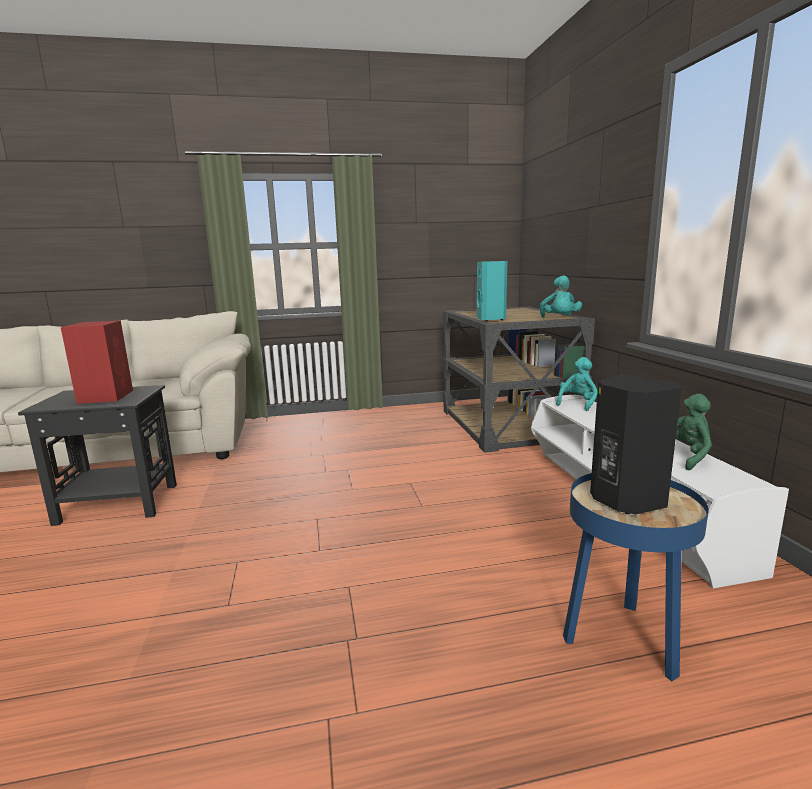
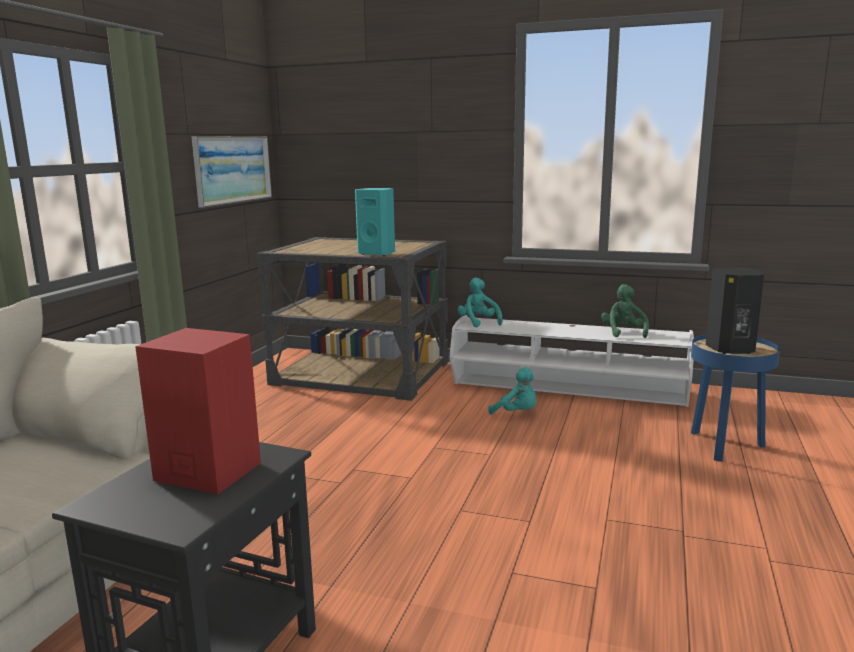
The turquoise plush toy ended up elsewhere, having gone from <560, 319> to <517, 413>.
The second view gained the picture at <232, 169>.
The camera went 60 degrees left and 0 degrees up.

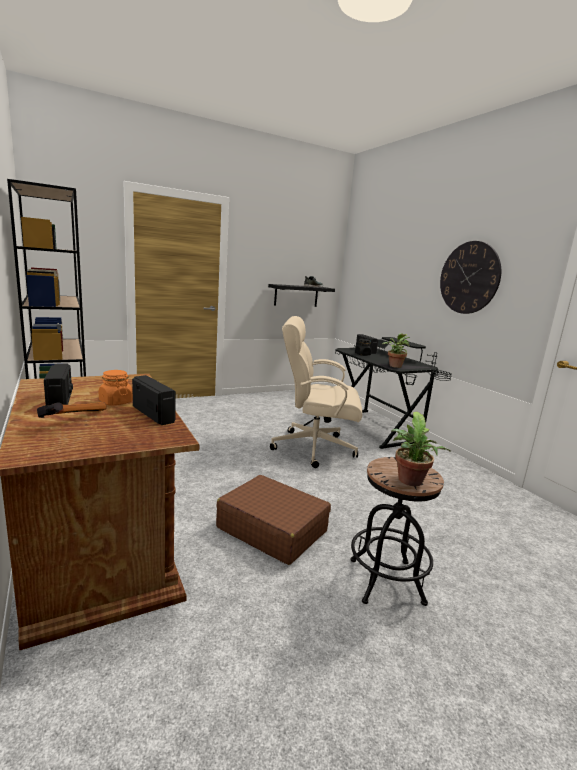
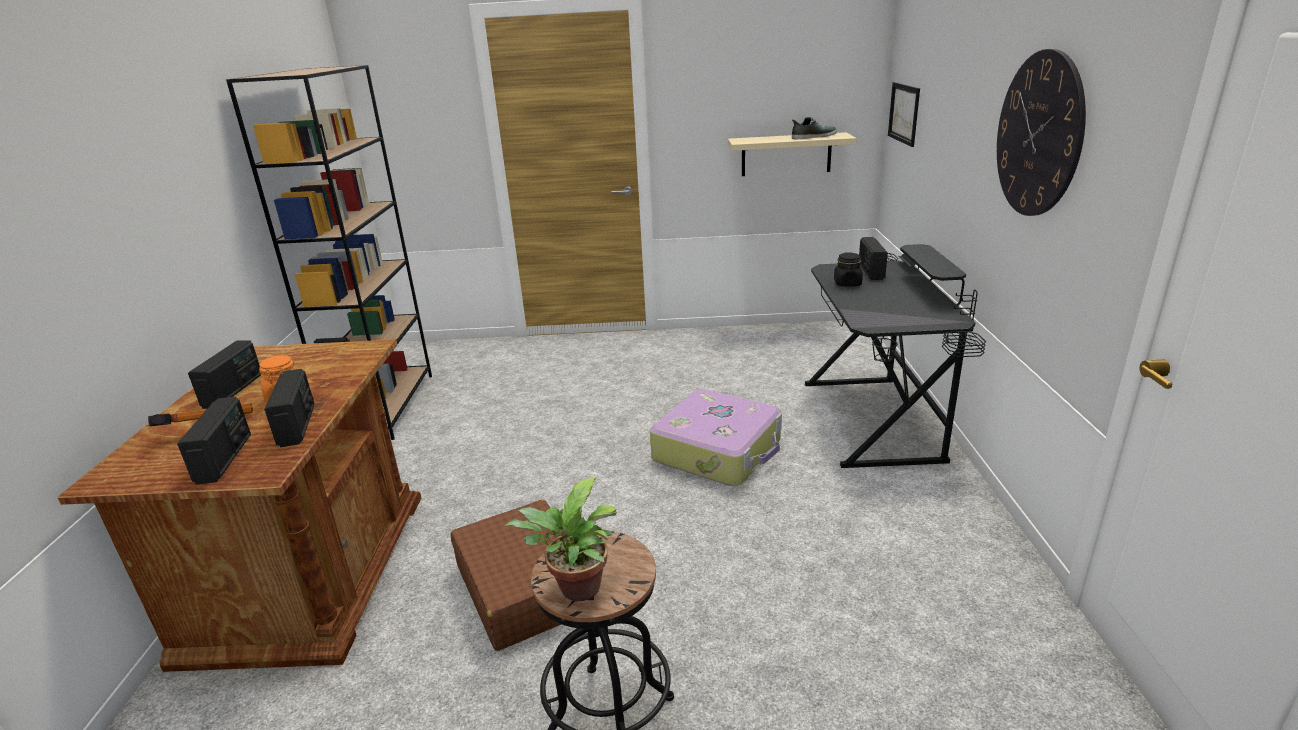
What was the black shelf at <296, 295> turned into the beige shelf at <786, 154>.
Where the beige office chair stood at <314, 448>, the suitcase came to stand at <718, 451>.
The second view lost the potted plant at <394, 365>.
The second view gained the picture at <904, 113>.
The second view gained the radio at <225, 458>.
The camera went 30 degrees right and 10 degrees up.

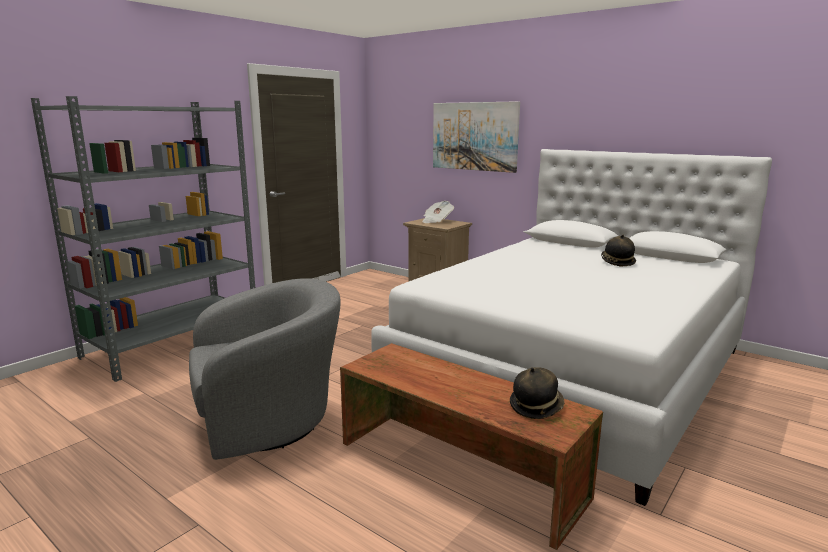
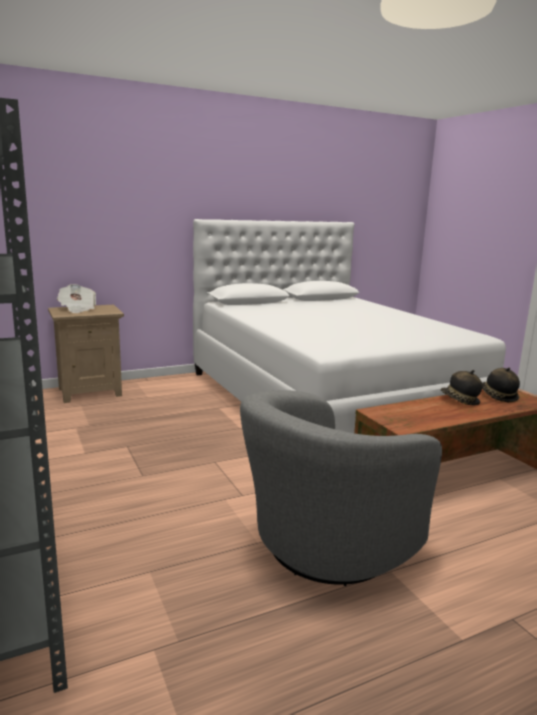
The second view lost the picture at <474, 136>.
The hat ended up elsewhere, having gone from <617, 262> to <459, 400>.
The grey armchair at <269, 422> ended up facing another way, 135 degrees counterclockwise from before.
The camera went 65 degrees left and 0 degrees up.

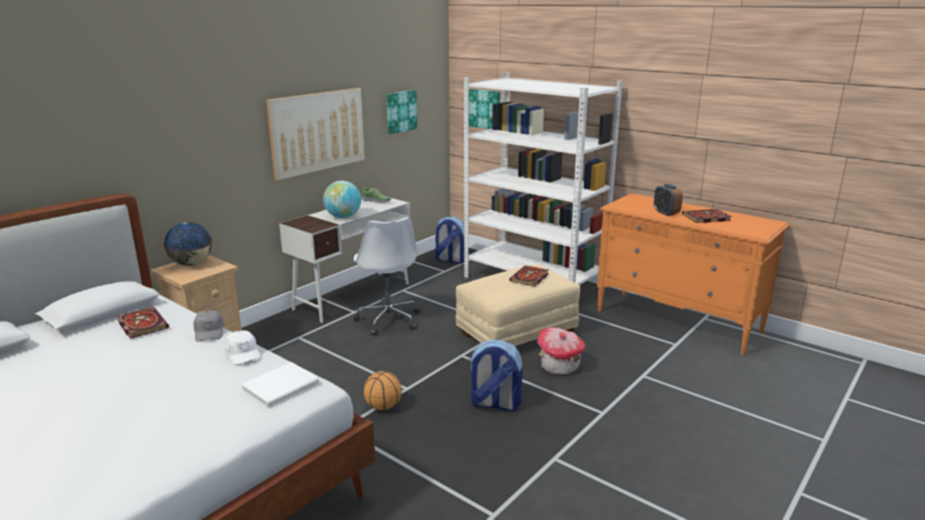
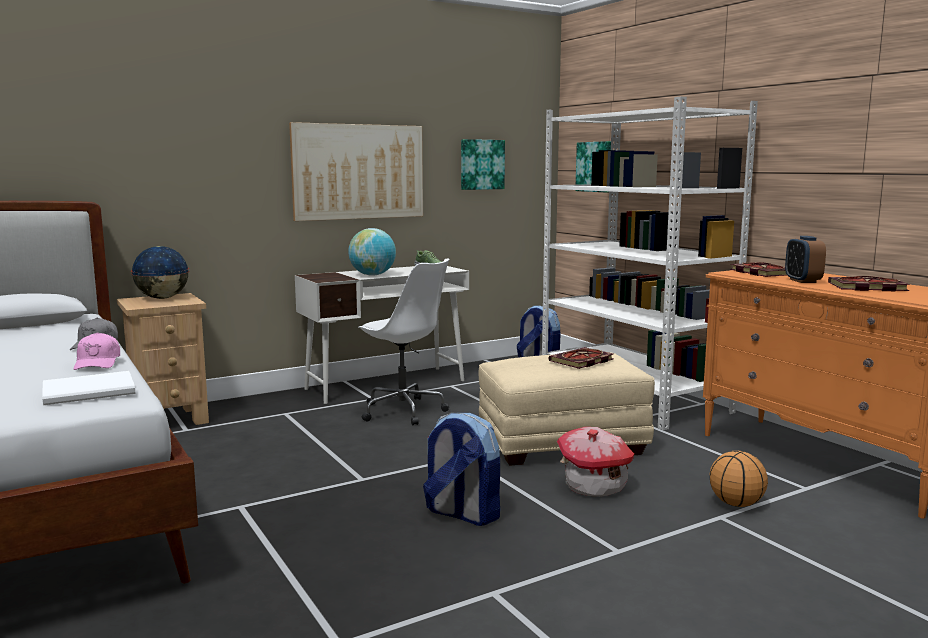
The white office chair at <389, 321> ended up facing another way, 60 degrees counterclockwise from before.
The book ended up elsewhere, having gone from <141, 324> to <761, 272>.
What was the white cap at <243, 353> turned into the pink cap at <98, 363>.
The basketball ended up elsewhere, having gone from <384, 406> to <737, 504>.
The camera went 20 degrees right and 10 degrees down.

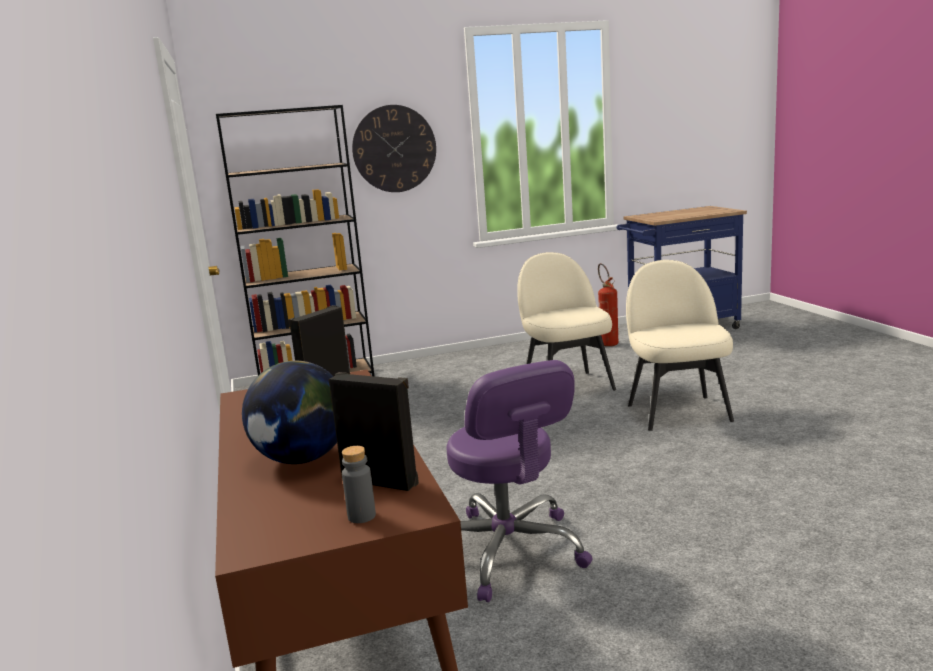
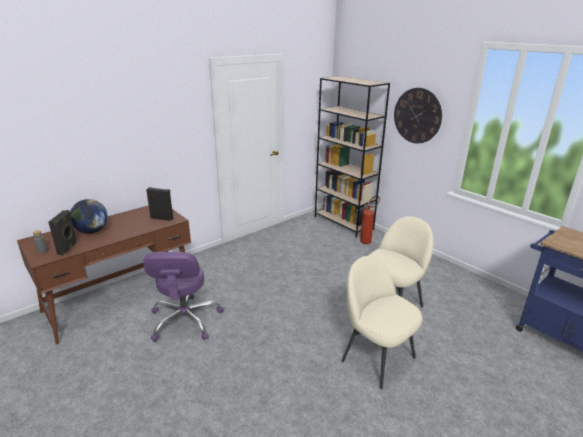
The beige chair at <678, 412> ended up facing another way, 105 degrees counterclockwise from before.
The fire extinguisher ended up elsewhere, having gone from <607, 342> to <367, 241>.
The purple office chair at <509, 555> ended up facing another way, 45 degrees counterclockwise from before.
The camera went 65 degrees right and 10 degrees up.

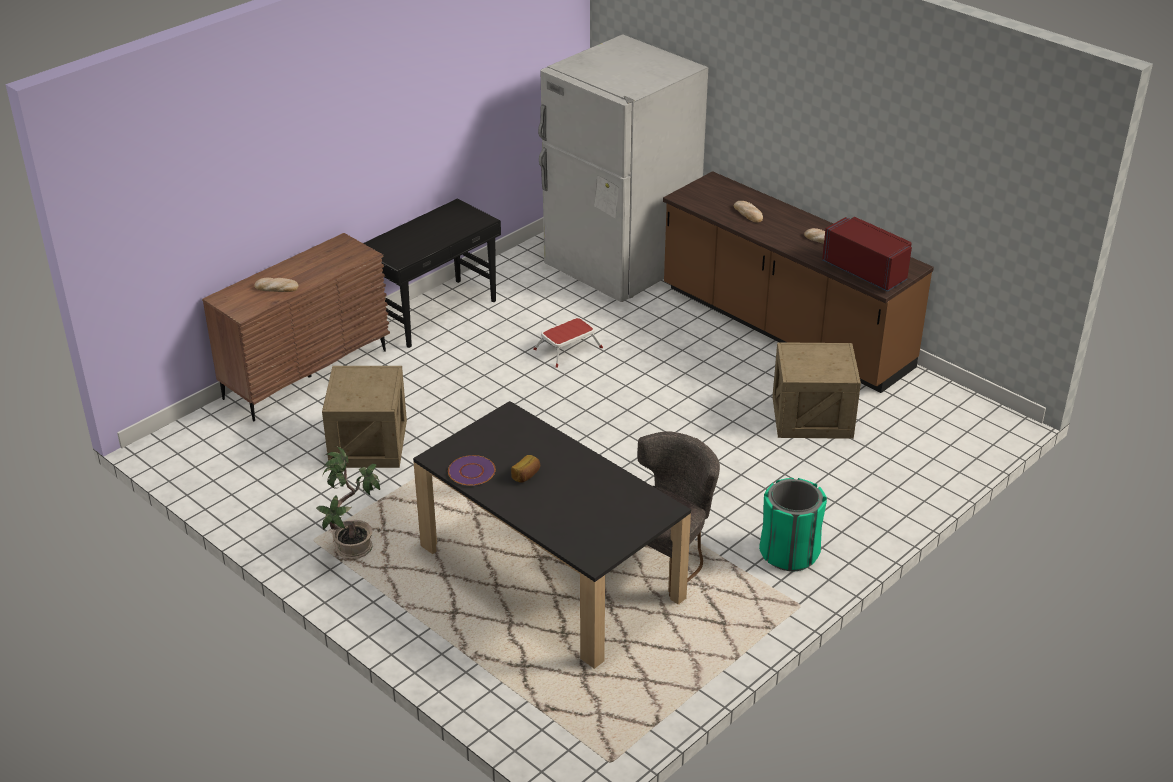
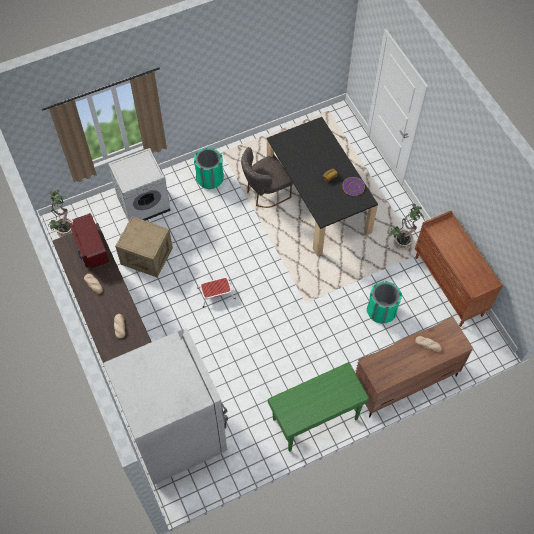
What was the black console table at <434, 313> turned into the green console table at <314, 420>.
The red step ladder ended up elsewhere, having gone from <567, 348> to <216, 293>.
Where the crate stood at <368, 444>, the green trash can came to stand at <381, 311>.
The second view gained the white washing machine at <144, 205>.
The second view gained the potted plant at <64, 229>.
The second view gained the brown cabinet at <448, 286>.
The camera went 160 degrees left and 25 degrees up.

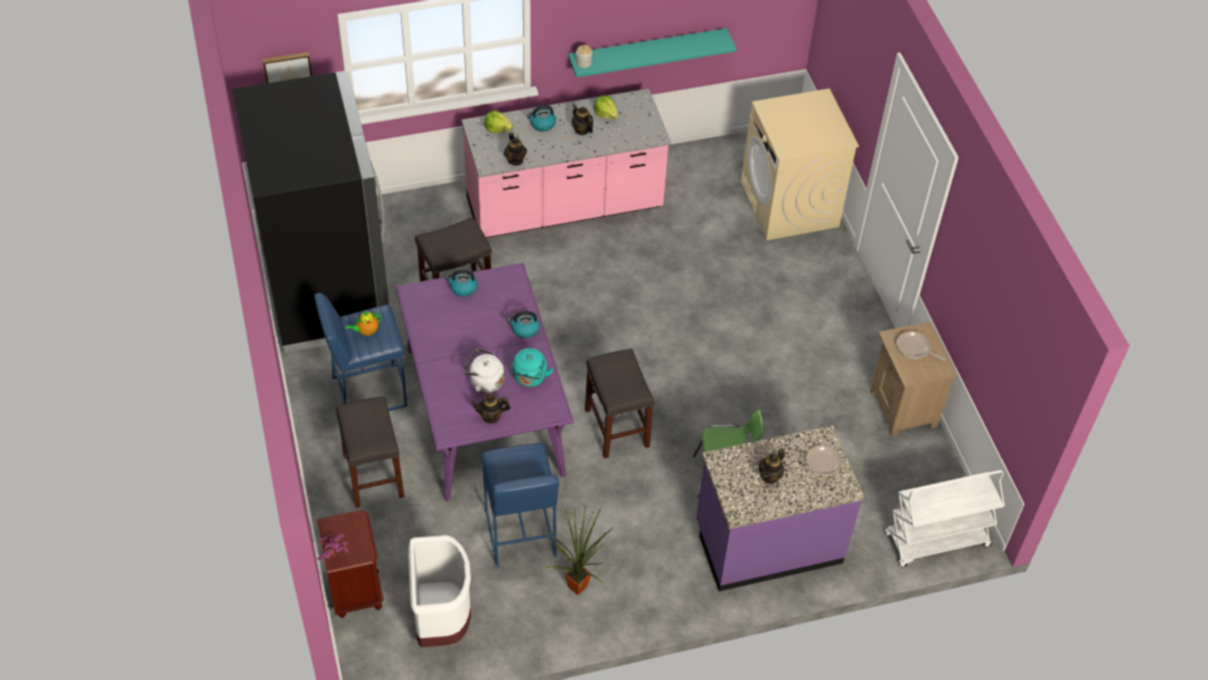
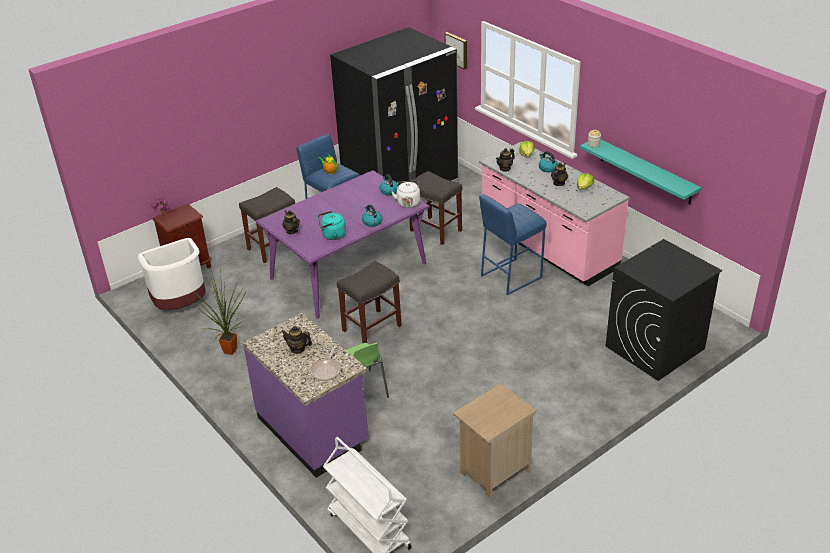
What was the beige washing machine at <790, 205> turned into the black washing machine at <654, 348>.
The second view lost the frying pan at <915, 348>.
The white kettle ended up elsewhere, having gone from <484, 382> to <408, 202>.
The blue stool ended up elsewhere, having gone from <520, 534> to <510, 277>.
The camera went 70 degrees right and 15 degrees down.

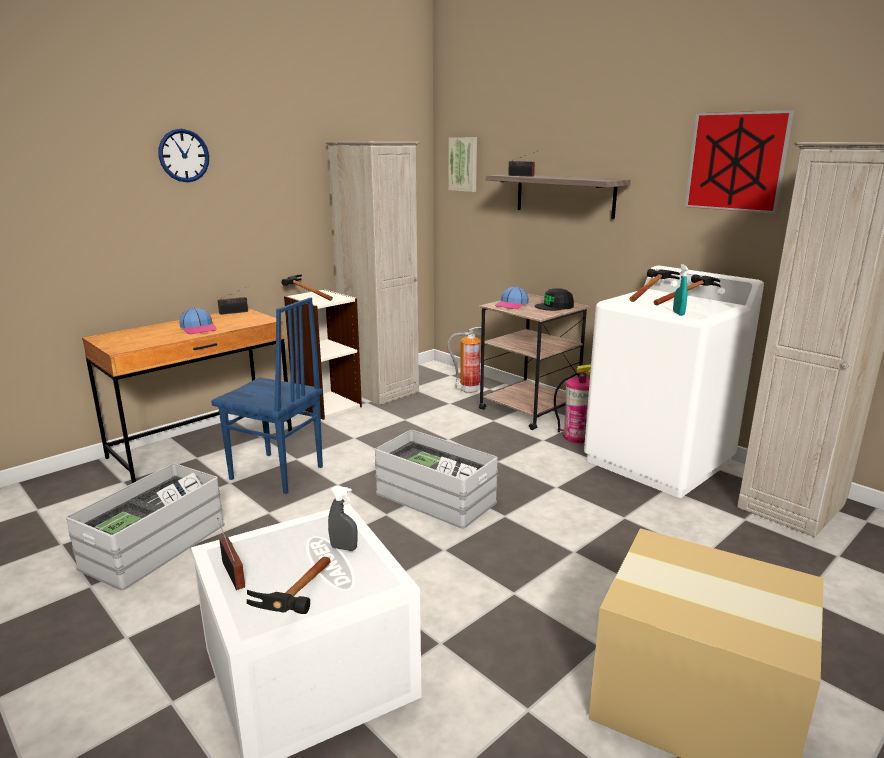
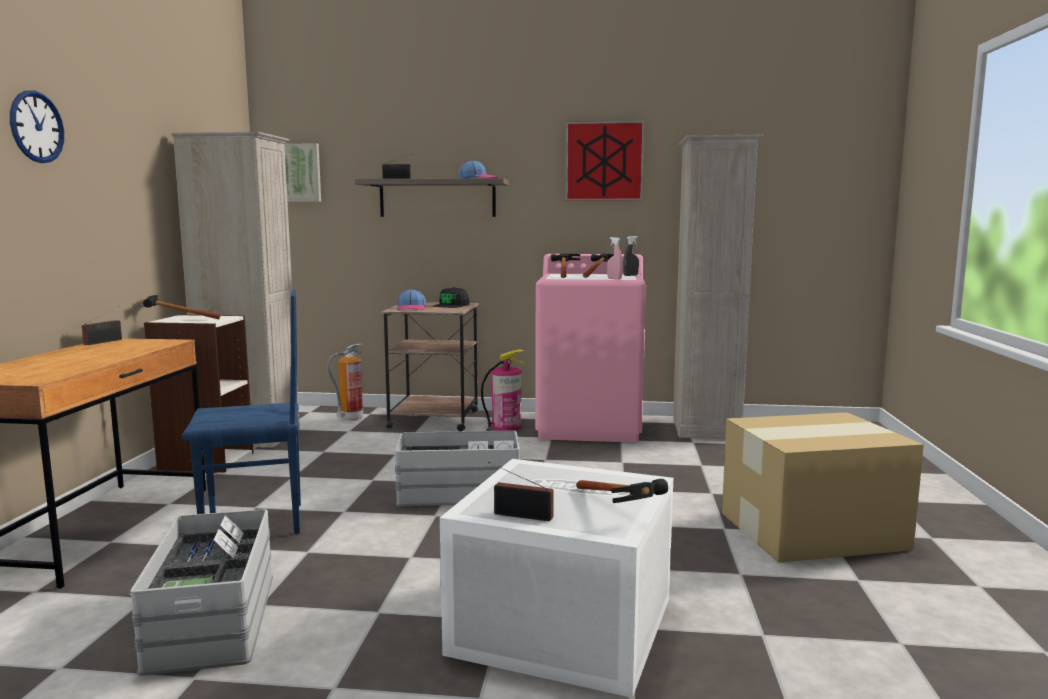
What was the turquoise spray bottle at <678, 313> turned into the pink spray bottle at <614, 279>.
What was the white washing machine at <659, 461> turned into the pink washing machine at <590, 427>.
The cap ended up elsewhere, having gone from <198, 328> to <478, 178>.
The grey spray bottle ended up elsewhere, having gone from <343, 548> to <630, 275>.
The camera went 40 degrees left and 10 degrees down.

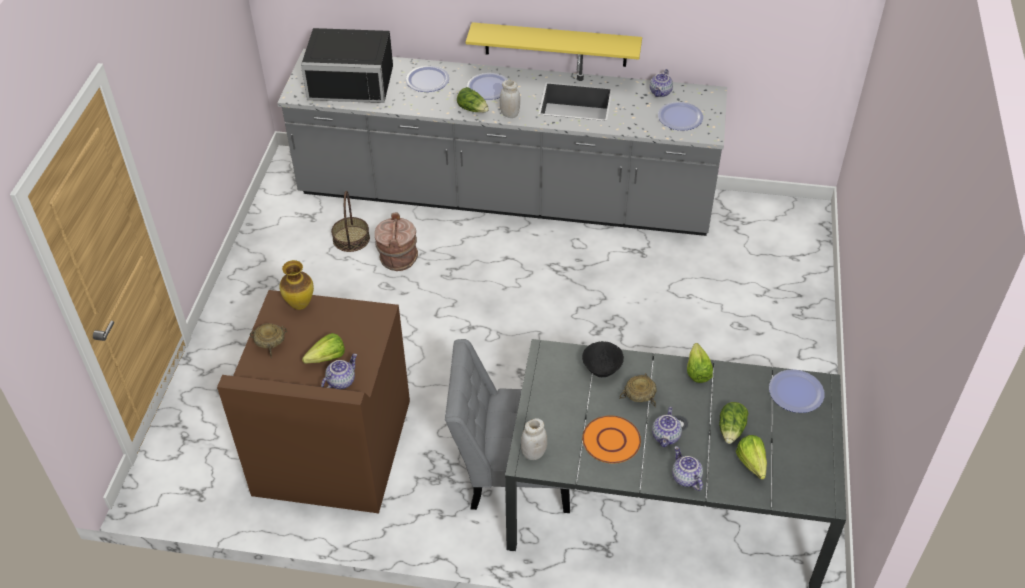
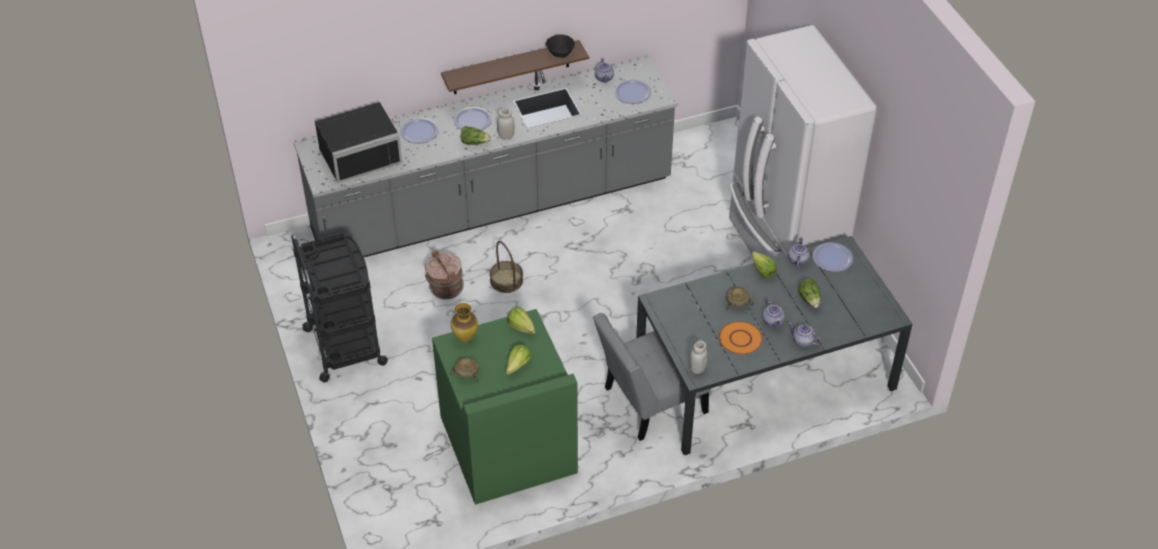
What was the yellow shelf at <555, 44> turned into the brown shelf at <511, 67>.
The basket ended up elsewhere, having gone from <351, 239> to <506, 280>.
What was the brown washing machine at <332, 446> turned into the green washing machine at <506, 444>.
The black bowl ended up elsewhere, having gone from <602, 368> to <560, 53>.
The teapot ended up elsewhere, having gone from <341, 381> to <797, 260>.
The lettuce ended up elsewhere, having gone from <752, 467> to <523, 329>.
The second view gained the white fridge at <780, 251>.
The second view gained the black cart at <346, 346>.
The camera went 30 degrees left and 0 degrees up.

